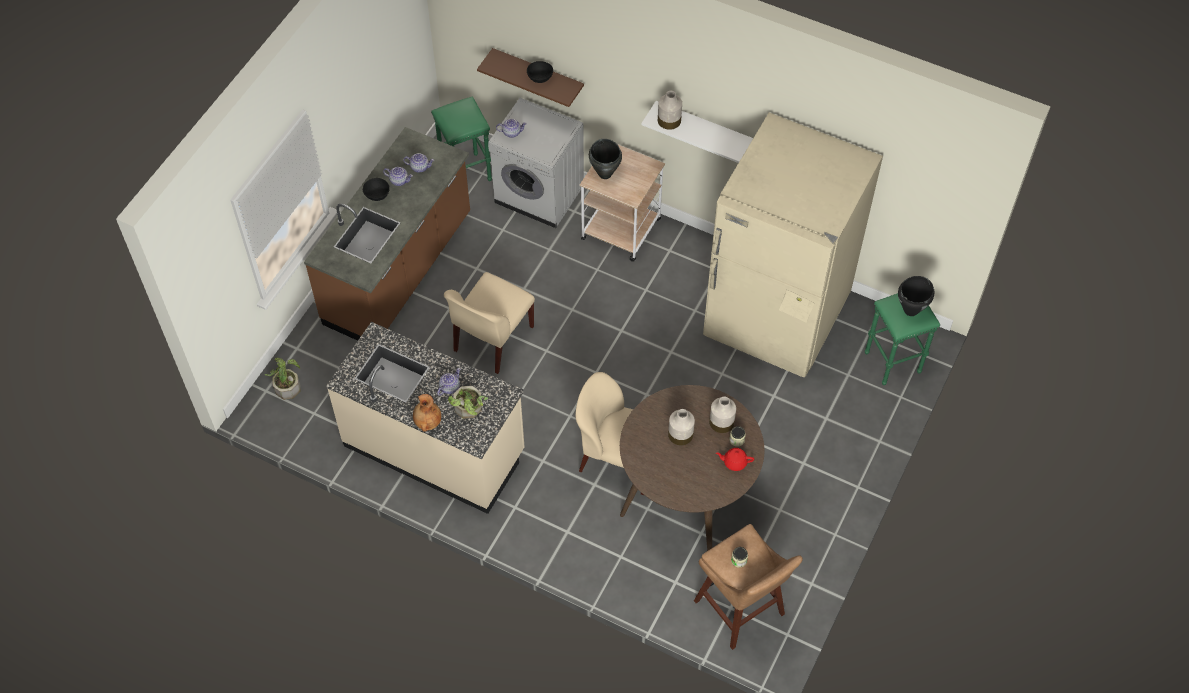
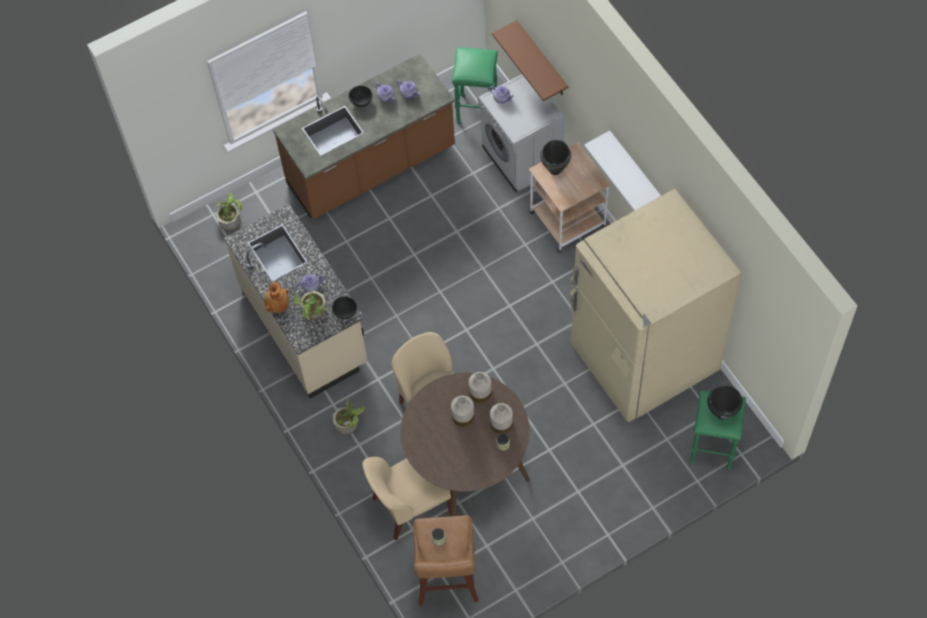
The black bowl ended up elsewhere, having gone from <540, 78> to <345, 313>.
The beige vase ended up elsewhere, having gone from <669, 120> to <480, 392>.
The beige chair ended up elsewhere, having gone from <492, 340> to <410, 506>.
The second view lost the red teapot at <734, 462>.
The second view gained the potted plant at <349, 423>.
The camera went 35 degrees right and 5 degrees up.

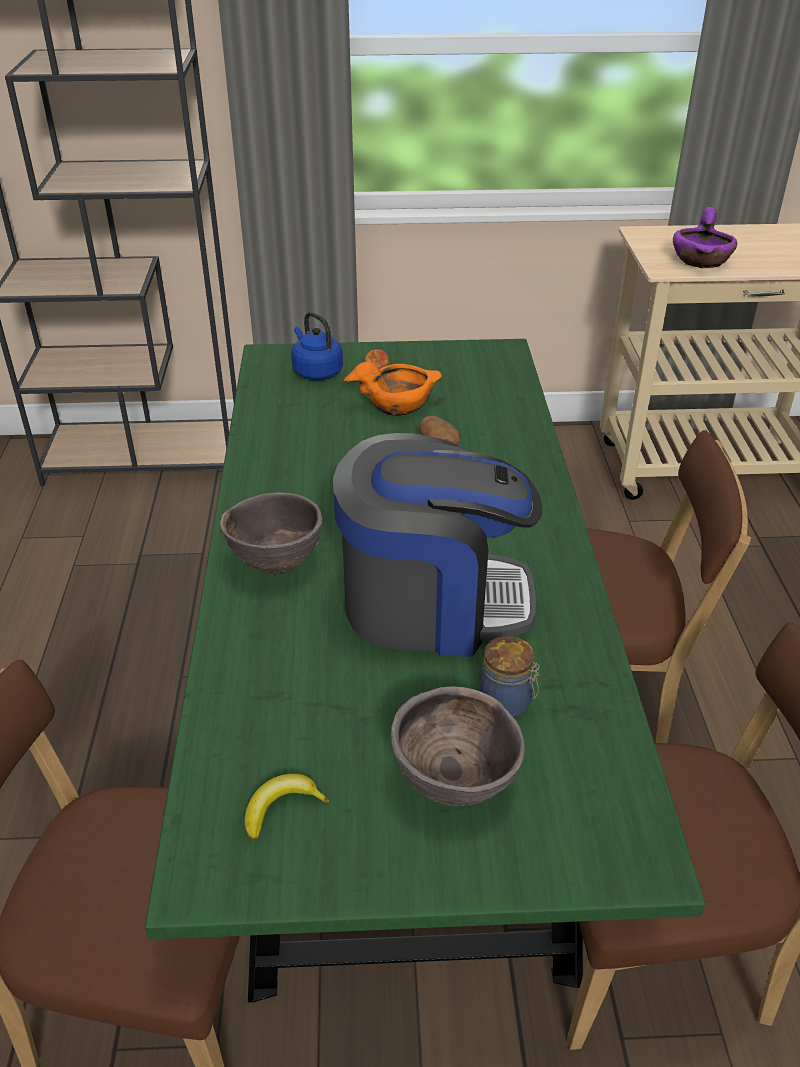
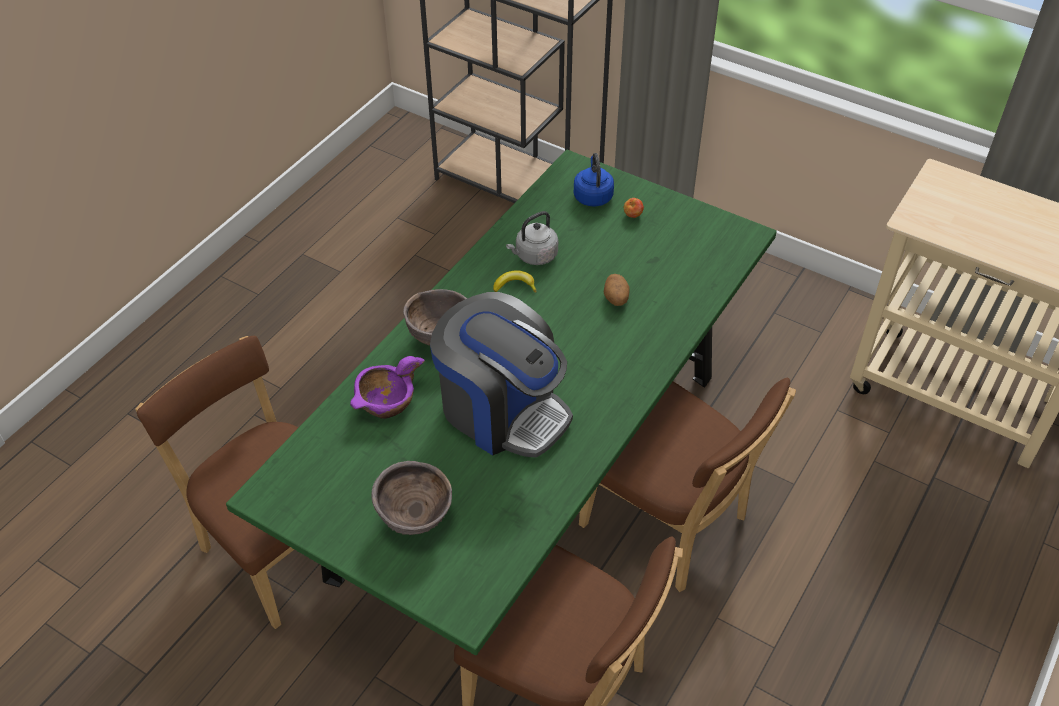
The purple bowl ended up elsewhere, having gone from <701, 260> to <386, 402>.
The second view lost the orange bowl at <398, 404>.
The second view lost the jar at <507, 703>.
The banana ended up elsewhere, having gone from <281, 808> to <515, 286>.
The second view gained the grey kettle at <534, 256>.
The camera went 35 degrees right and 10 degrees up.

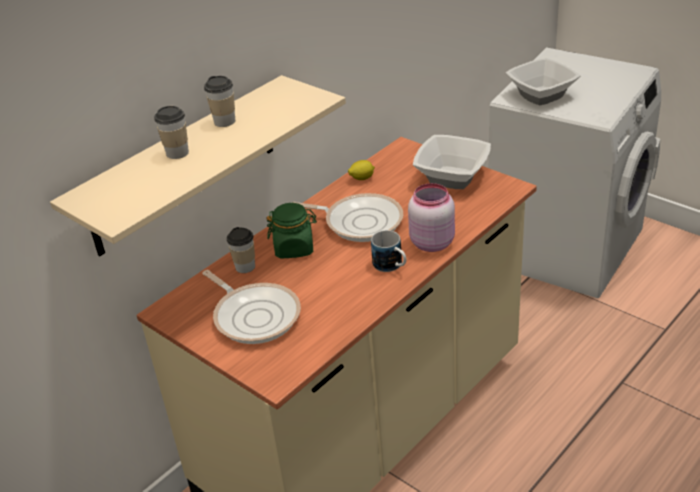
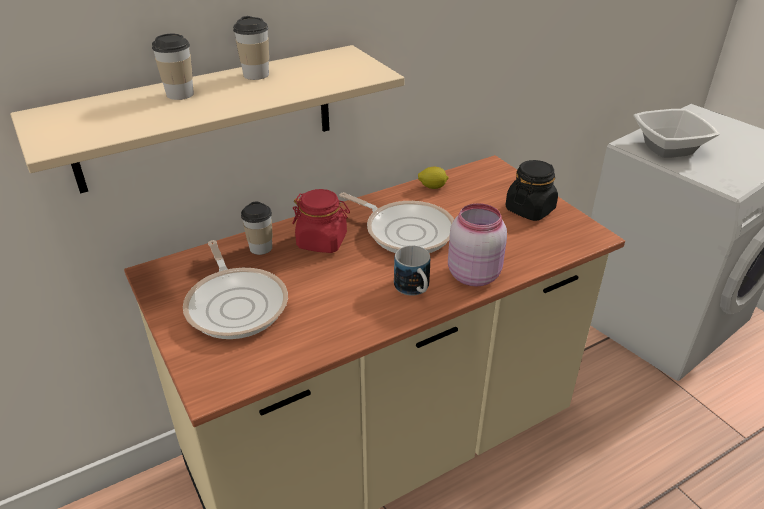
Where the bowl stood at <452, 178>, the black jar came to stand at <530, 209>.
What was the green jar at <294, 248> turned into the red jar at <322, 241>.
The camera went 15 degrees right and 0 degrees up.

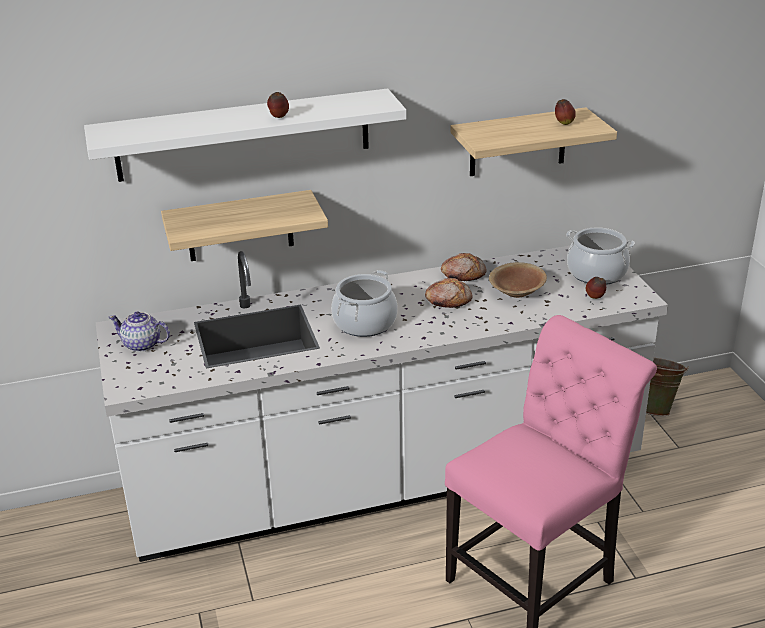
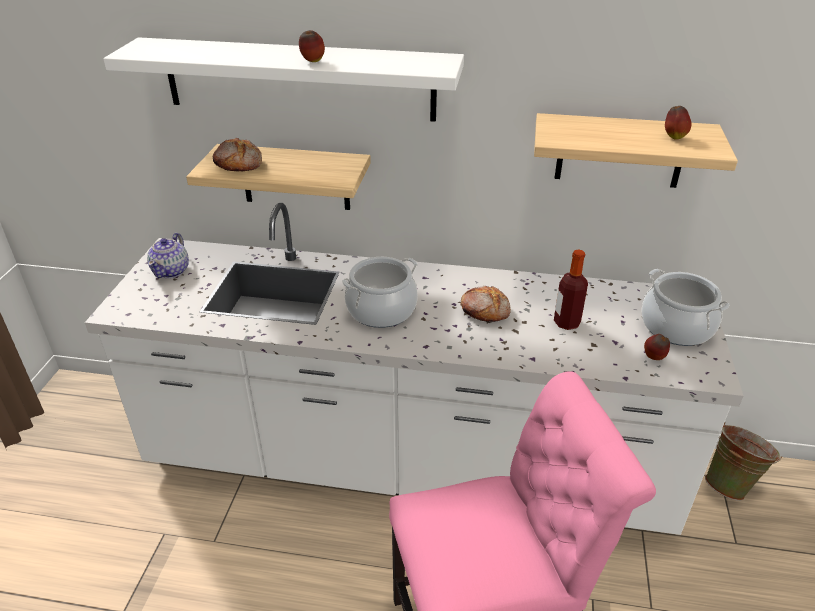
The bread ended up elsewhere, having gone from <463, 274> to <239, 164>.
Where the brown bowl stood at <517, 292>, the bottle came to stand at <566, 323>.
The teapot at <142, 345> ended up facing another way, 120 degrees counterclockwise from before.
The camera went 25 degrees right and 5 degrees up.

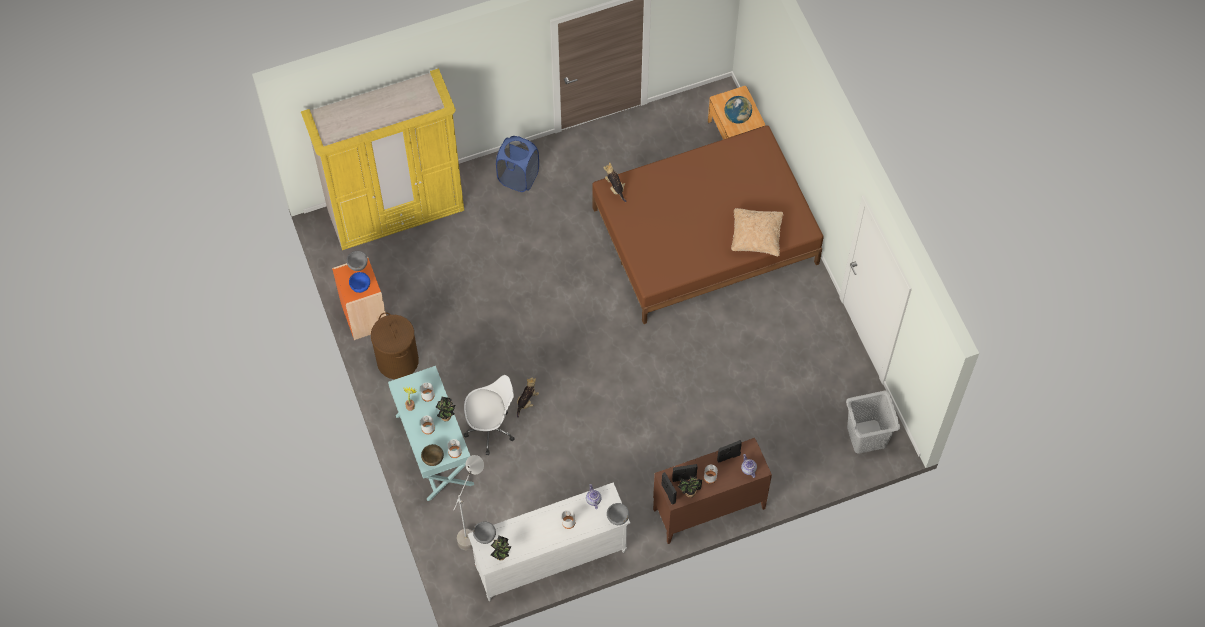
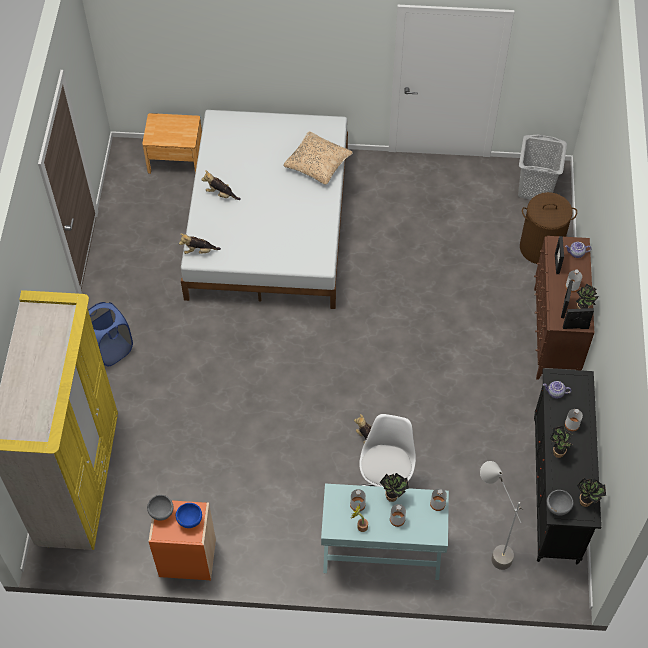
The second view lost the globe at <737, 117>.
What was the brown bed at <705, 236> turned into the white bed at <269, 223>.
The brown laundry basket ended up elsewhere, having gone from <398, 361> to <540, 247>.
The second view lost the brown bowl at <433, 460>.
What was the white dresser at <551, 561> turned into the black dresser at <555, 489>.
The second view lost the grey bowl at <618, 518>.
The second view gained the plush toy at <221, 194>.
The second view gained the potted plant at <557, 451>.
The camera went 65 degrees left and 5 degrees down.

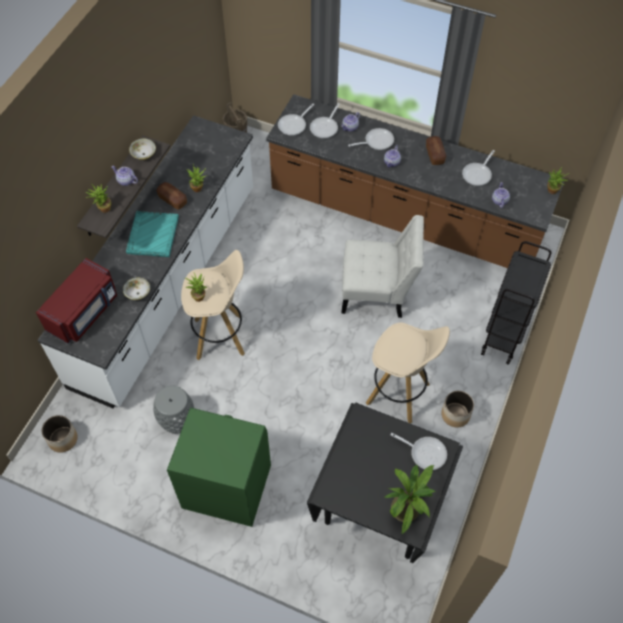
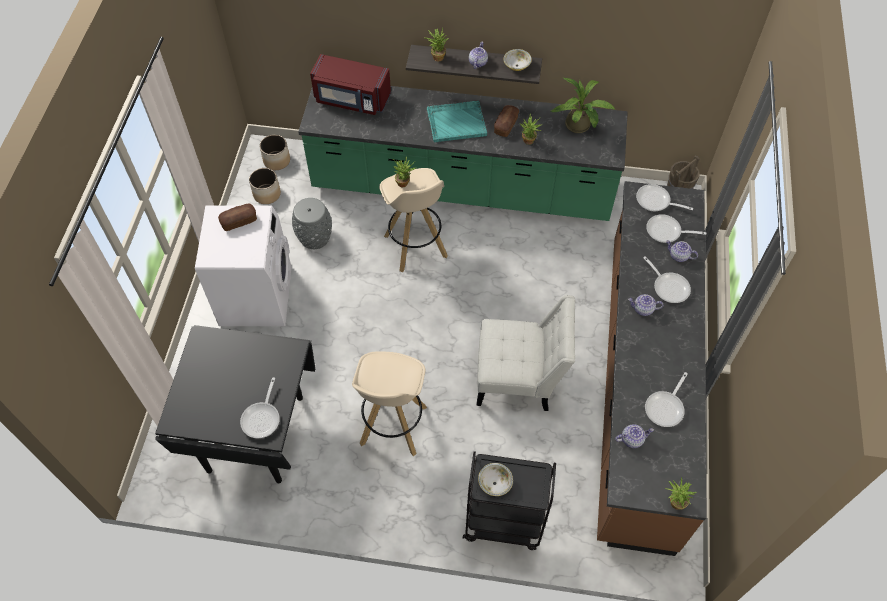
What was the white counter at <167, 285> turned into the green counter at <462, 187>.
The bread ended up elsewhere, having gone from <434, 154> to <239, 221>.
The frying pan at <478, 174> ended up facing another way, 75 degrees counterclockwise from before.
The white chair at <377, 292> ended up facing another way, 75 degrees counterclockwise from before.
The bowl ended up elsewhere, having gone from <138, 293> to <495, 483>.
The planter ended up elsewhere, having gone from <455, 415> to <266, 194>.
What was the green washing machine at <227, 484> turned into the white washing machine at <257, 295>.
The potted plant ended up elsewhere, having gone from <408, 507> to <580, 127>.
The camera went 75 degrees right and 0 degrees up.

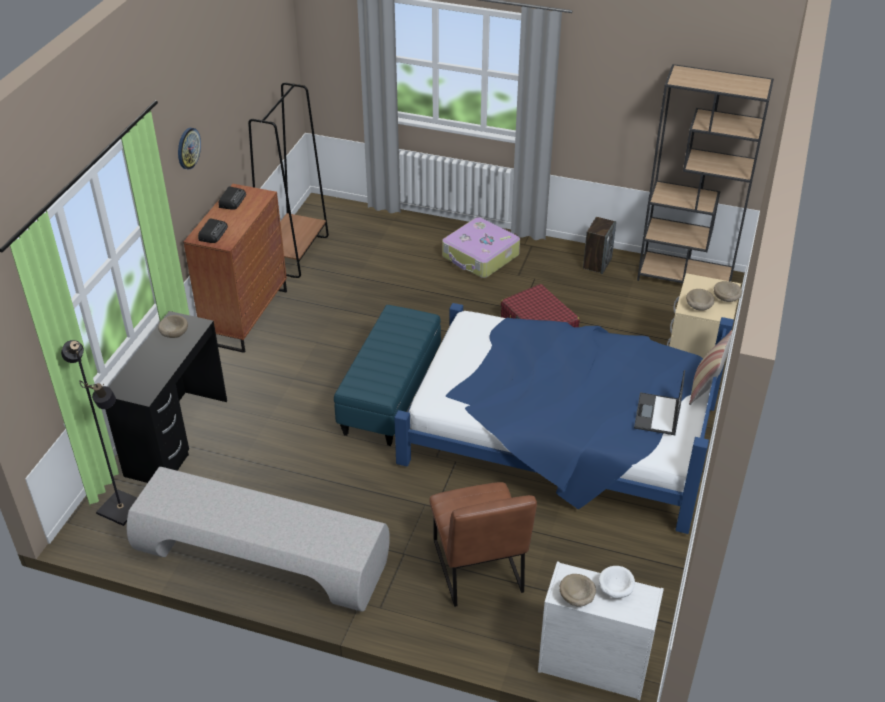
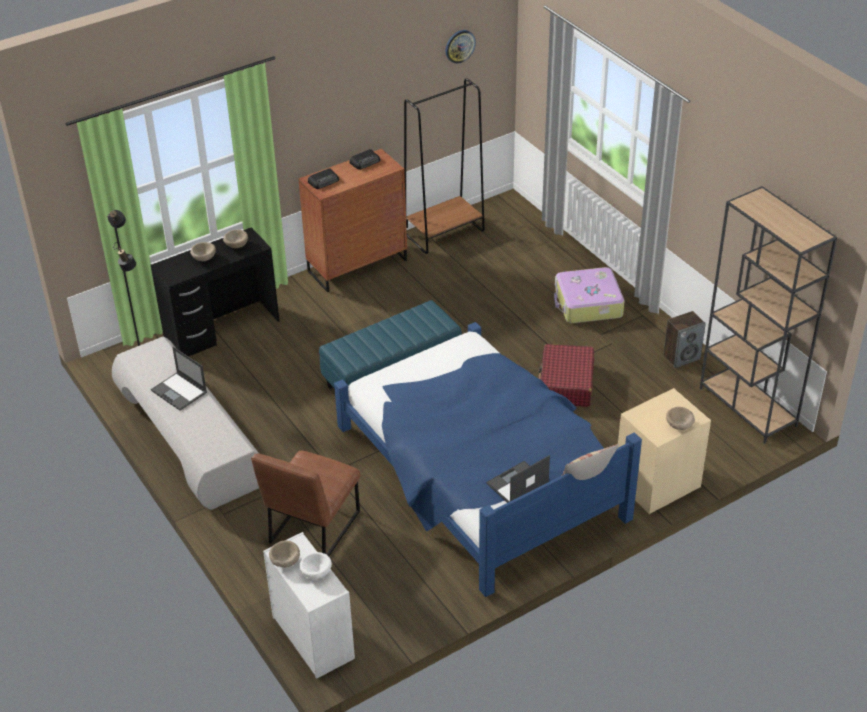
The wall clock ended up elsewhere, having gone from <188, 148> to <459, 46>.
The beige bowl ended up elsewhere, having gone from <698, 307> to <203, 258>.
The second view gained the laptop at <179, 391>.
The camera went 40 degrees right and 0 degrees up.

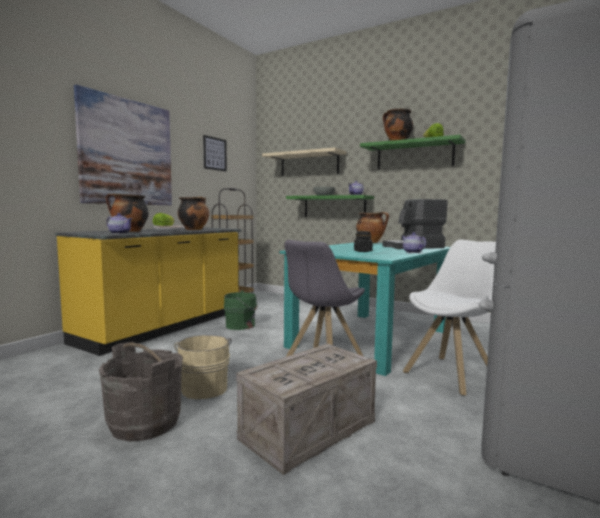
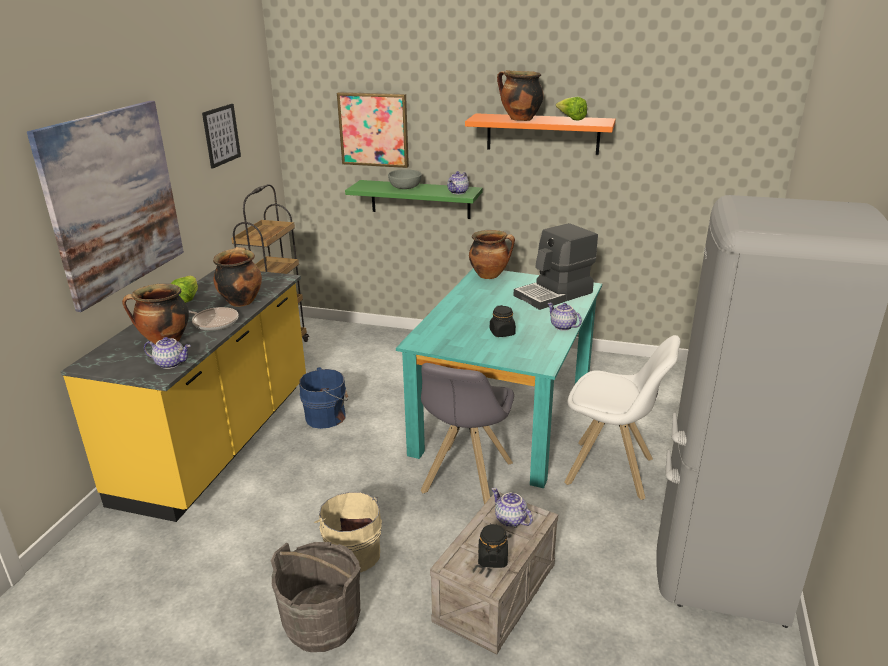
What was the green shelf at <414, 156> turned into the orange shelf at <542, 133>.
Where the beige shelf hung at <309, 164>, the picture came to hang at <374, 129>.
The white chair at <450, 374> ended up facing another way, 75 degrees clockwise from before.
What was the green bucket at <241, 325> turned into the blue bucket at <327, 416>.
The second view gained the teapot at <510, 520>.
The second view gained the black jar at <492, 558>.
The camera went 15 degrees left and 20 degrees up.

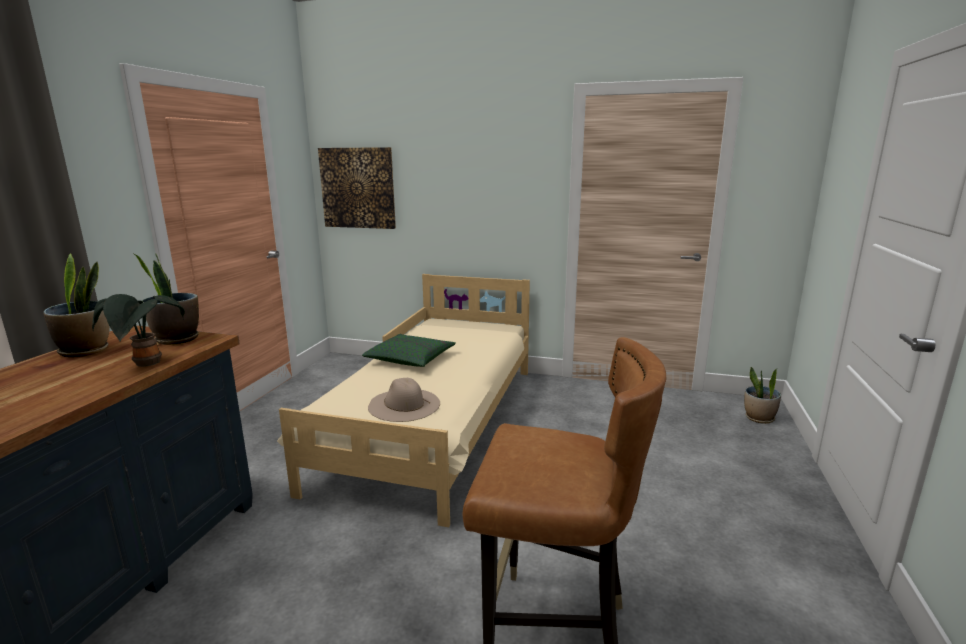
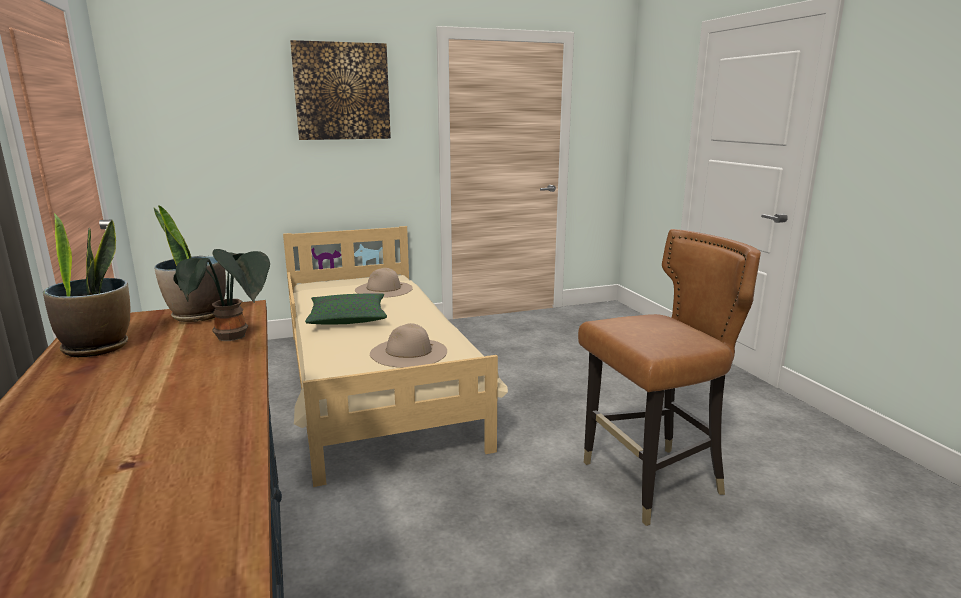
The picture ended up elsewhere, having gone from <358, 188> to <342, 91>.
The second view lost the potted plant at <759, 418>.
The second view gained the beige hat at <383, 289>.
The camera went 35 degrees left and 0 degrees up.

